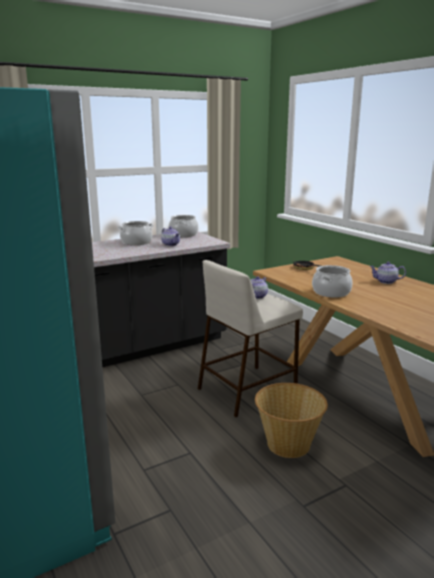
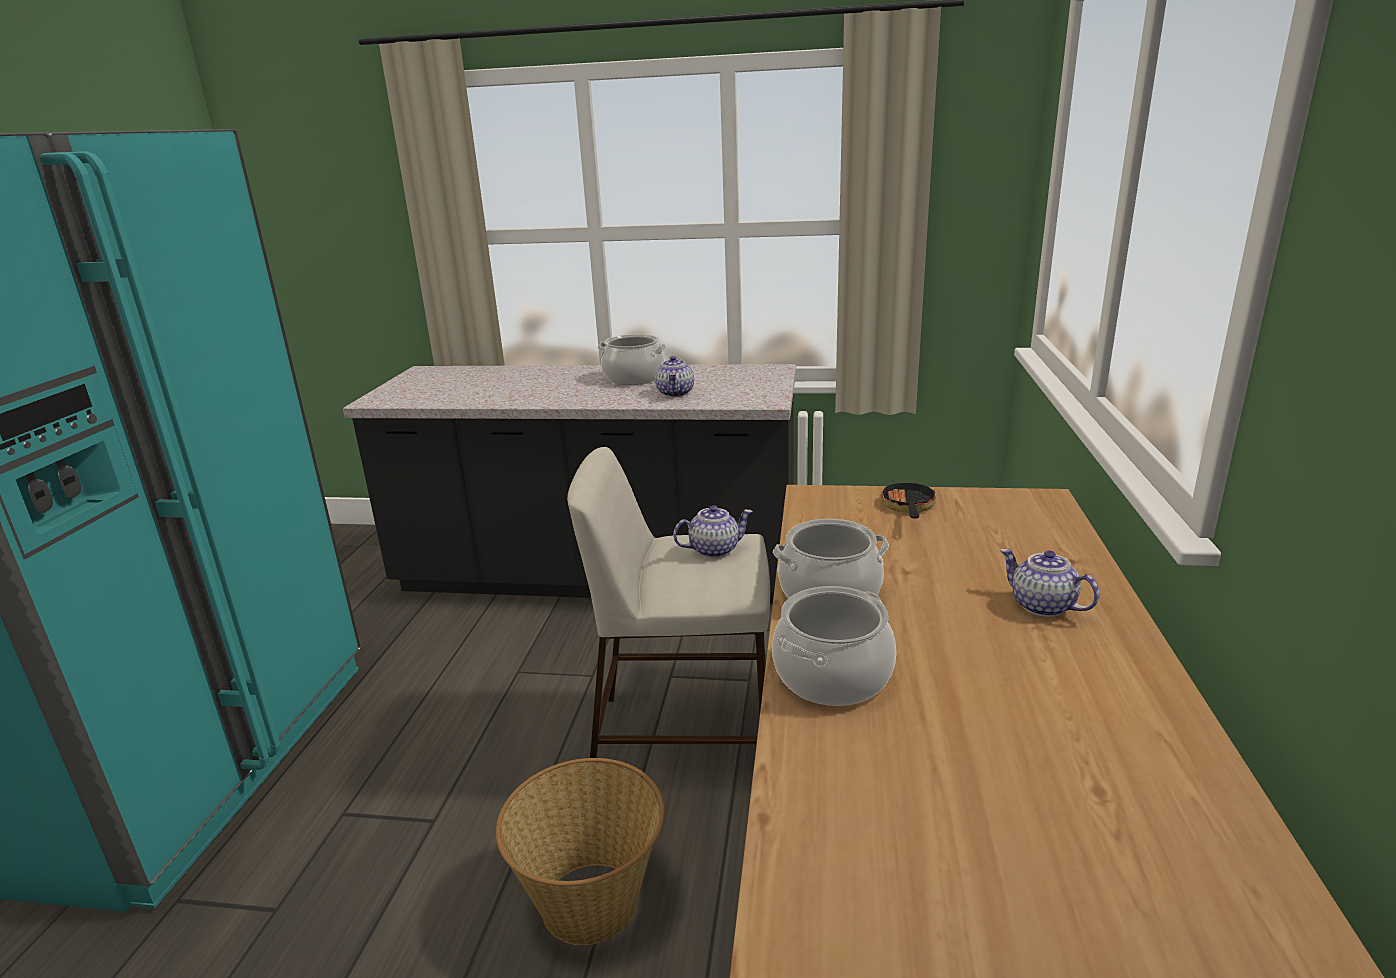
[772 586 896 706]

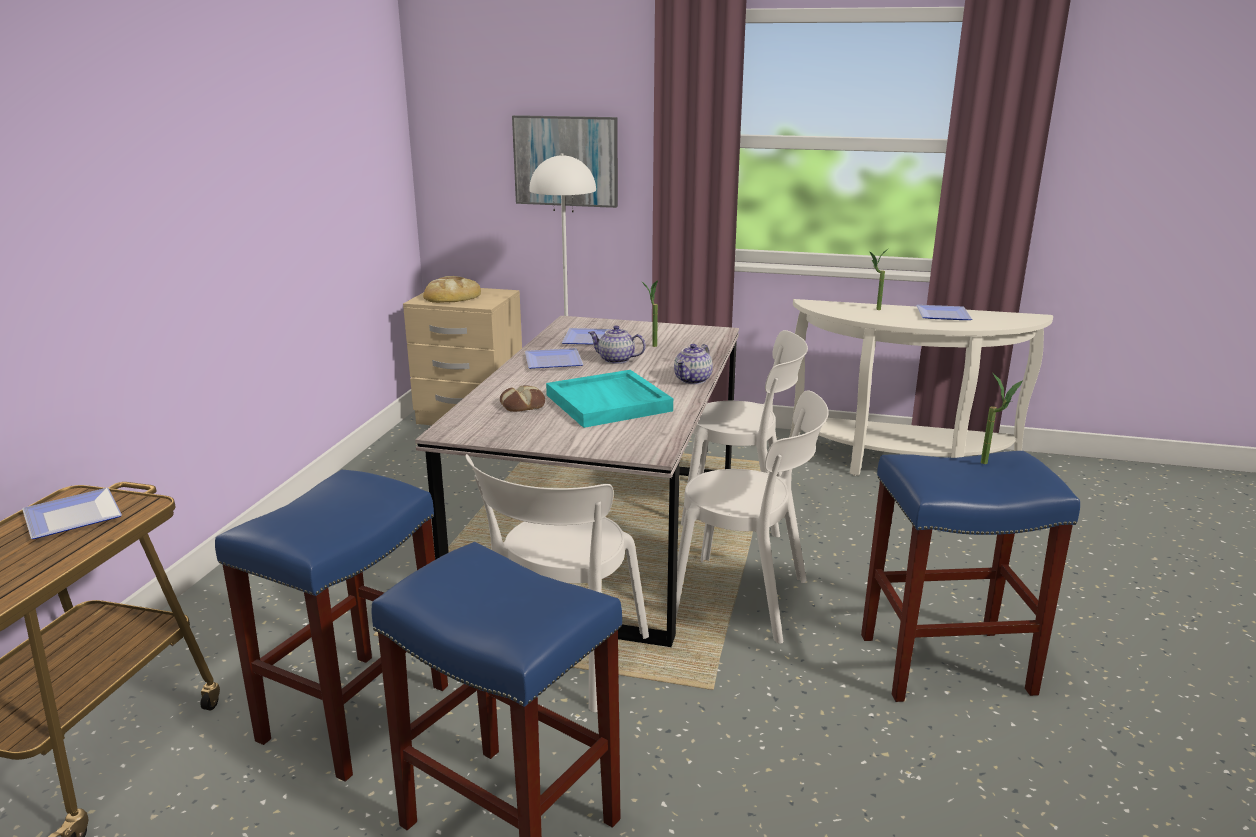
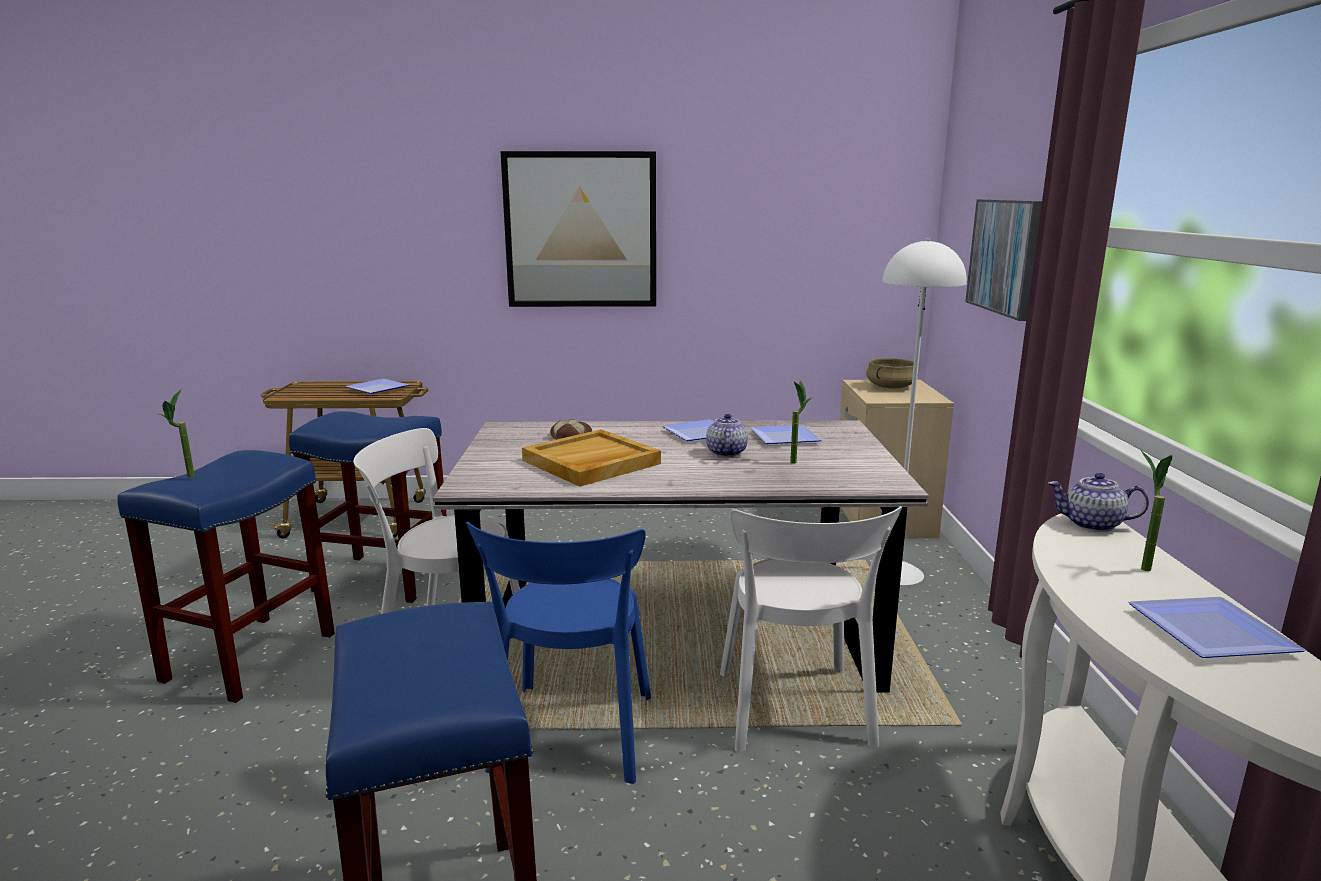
[156 390 195 478]
[466 521 651 784]
[501 151 656 307]
[522 429 661 487]
[866 358 918 389]
[1048 473 1149 532]

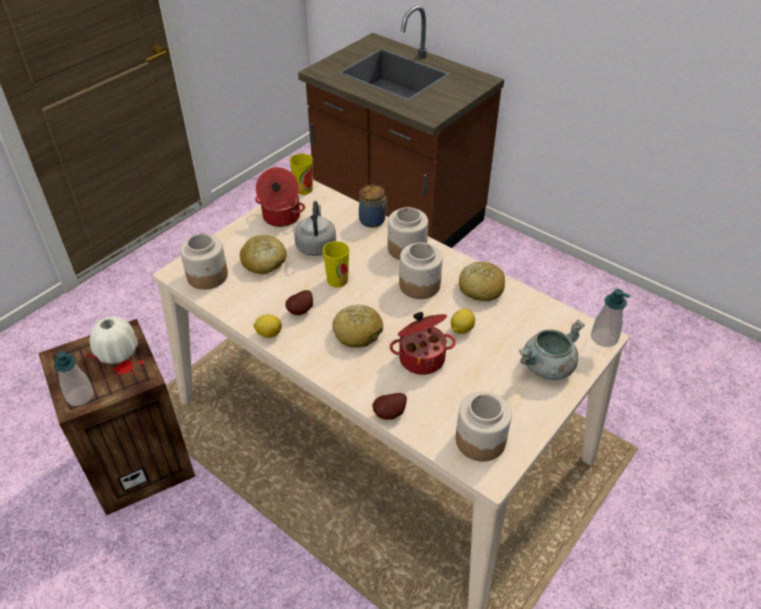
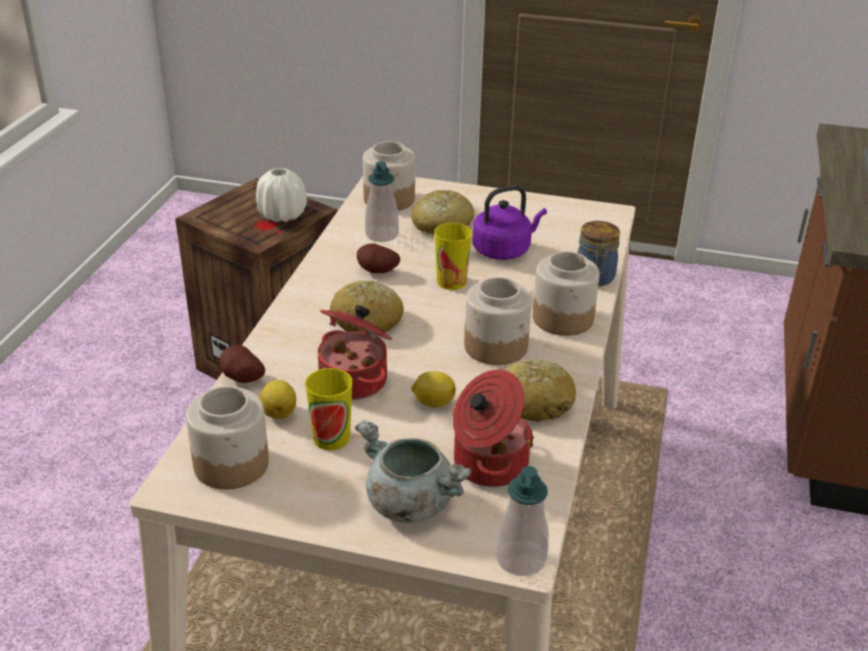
[260 380 296 419]
[305 368 353 450]
[365 161 399 242]
[453 370 534 487]
[472 185 547 260]

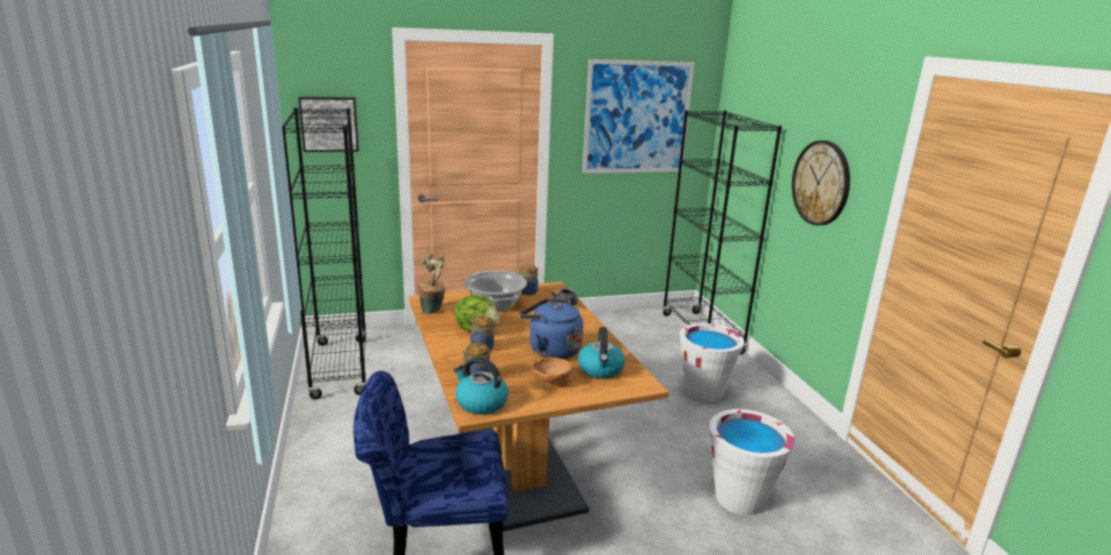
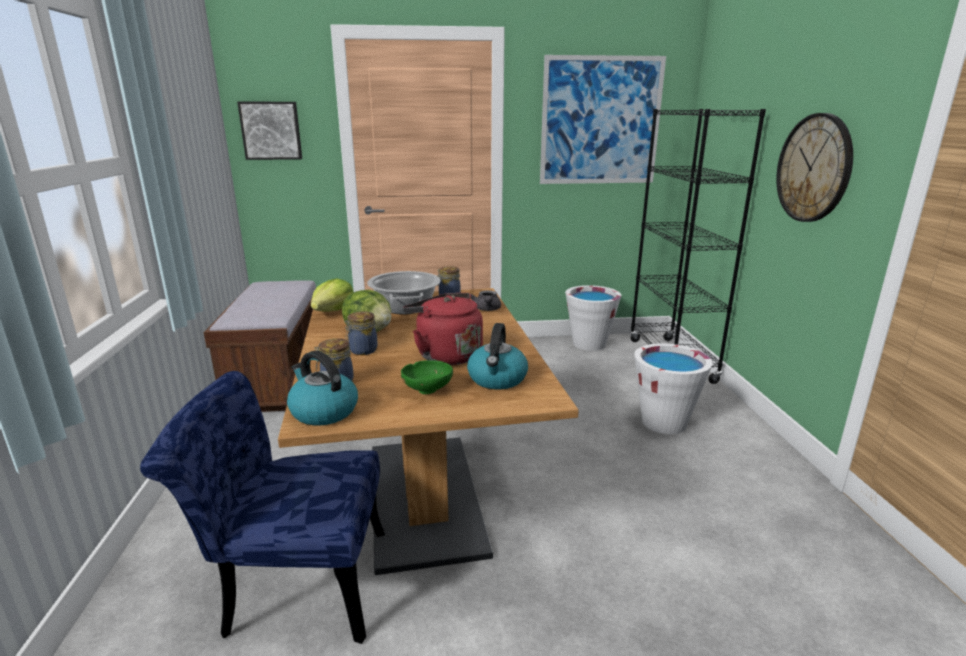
[204 280 316 412]
[311 278 354 312]
[401 360 453 394]
[403 293 483 365]
[565 285 621 351]

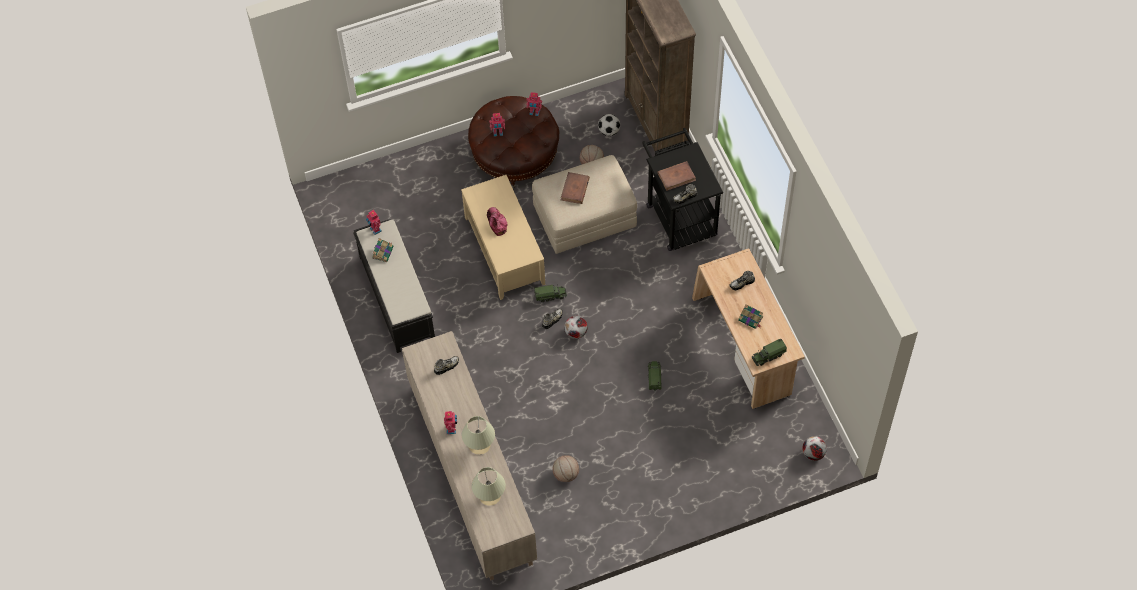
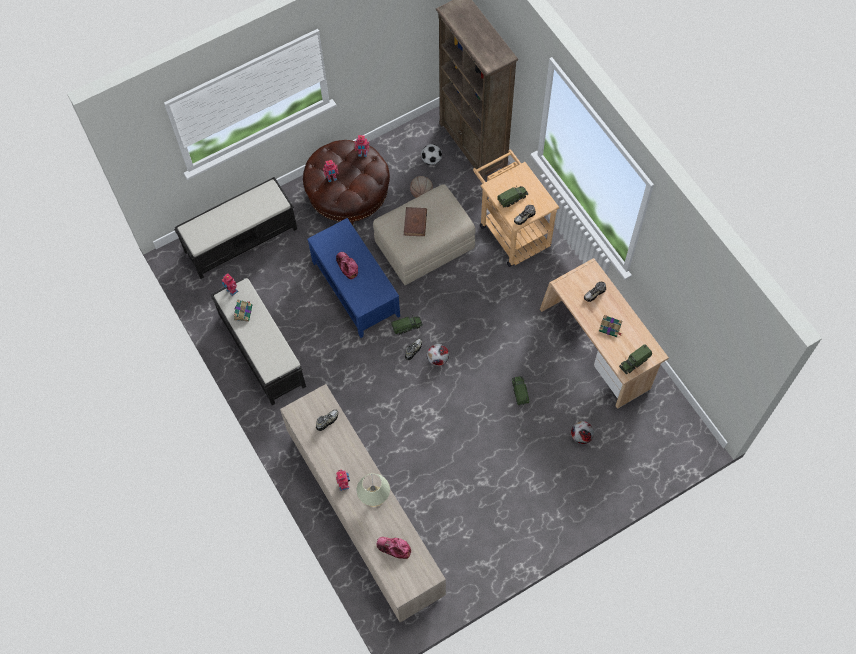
[174 177 297 279]
[307 218 400 338]
[377 537 411 559]
[473 149 559 267]
[497 186 528 207]
[571 421 594 444]
[553 455 579 482] (first image)

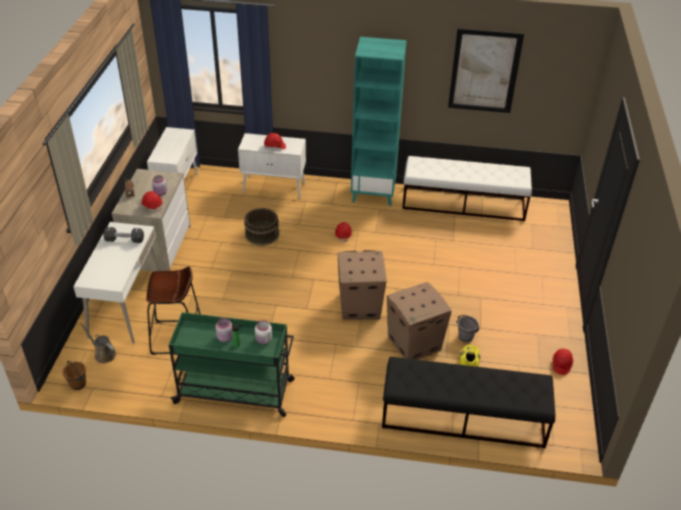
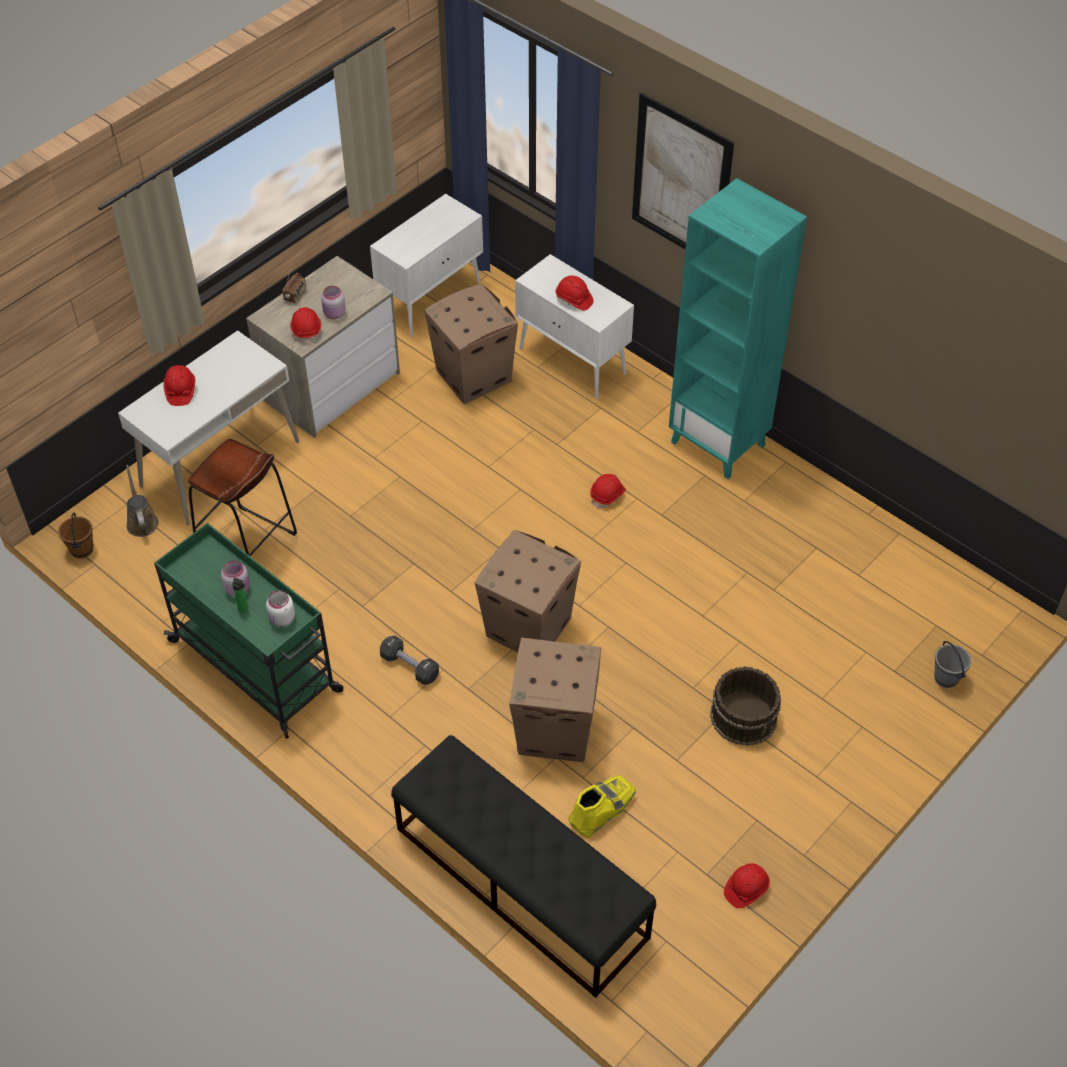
[163 365 195 406]
[380 636 439 685]
[424 284 518 404]
[632 93 734 249]
[710 666 781 746]
[934 641 971 688]
[402 156 532 221] (first image)

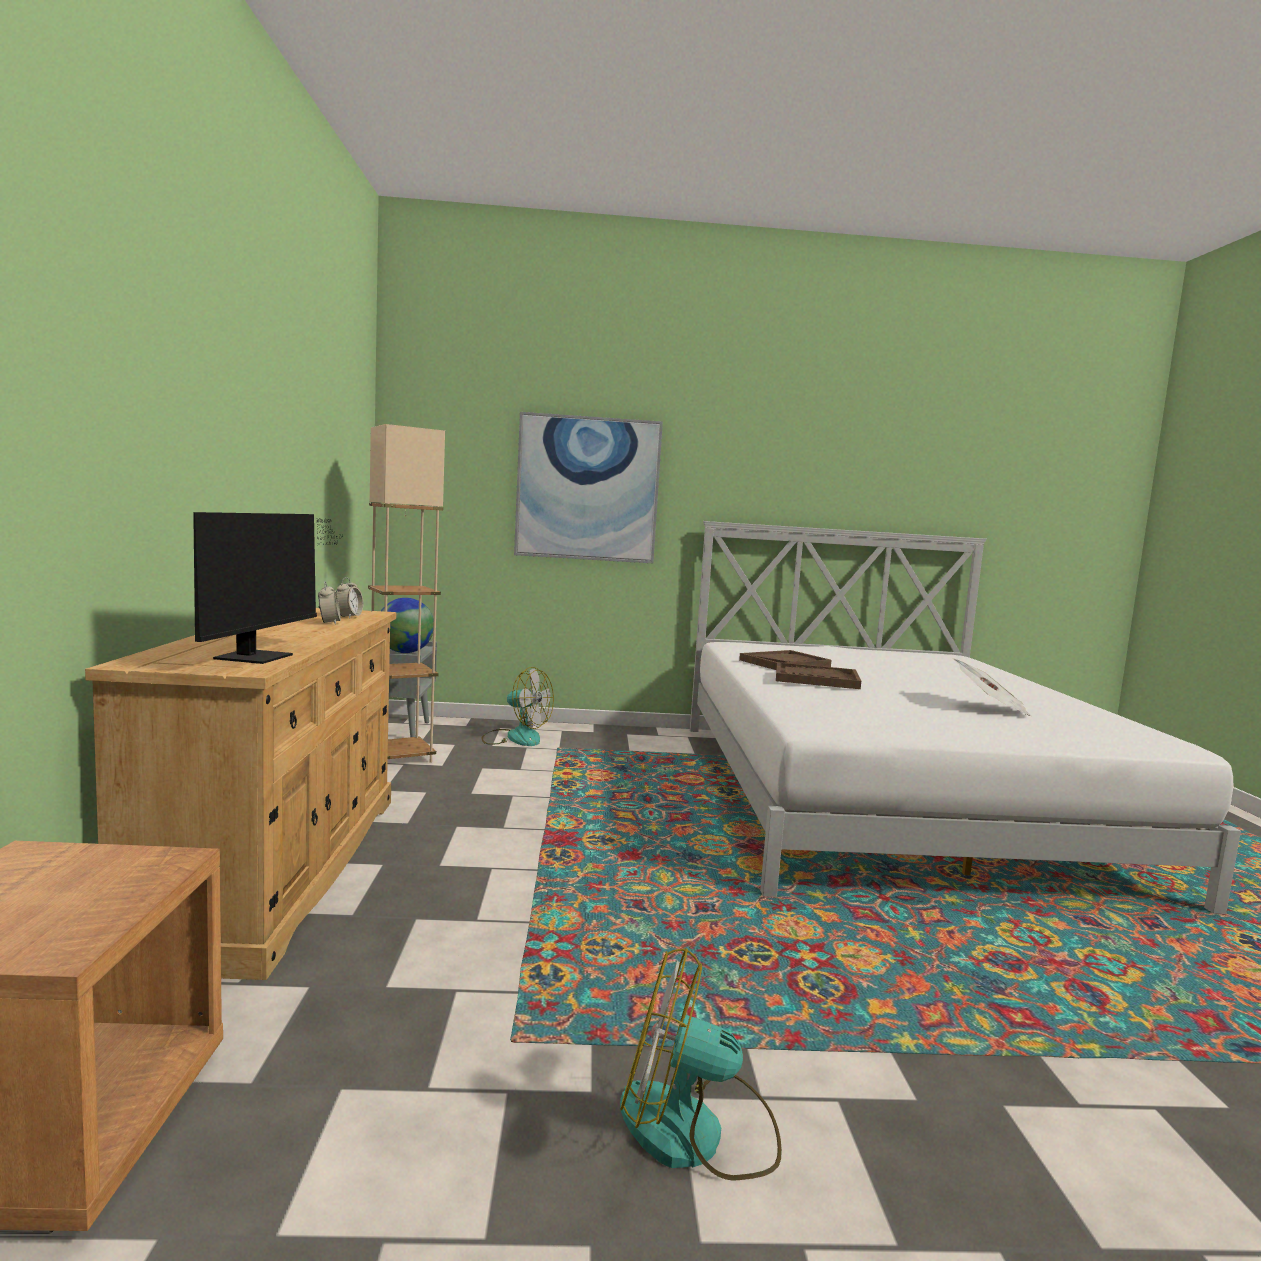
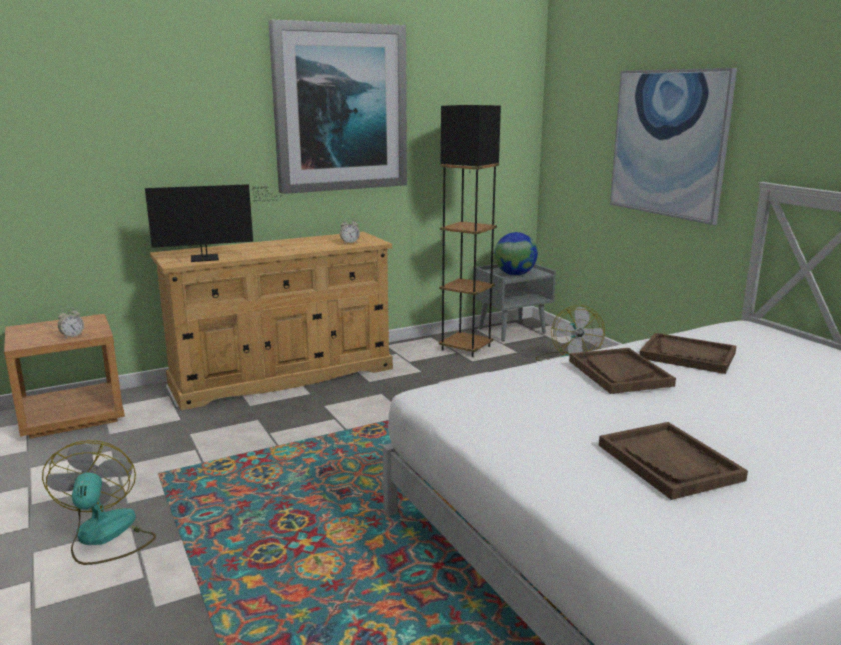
[58 307 84 338]
[268 19 407 194]
[439 105 501 357]
[599 422 748 500]

